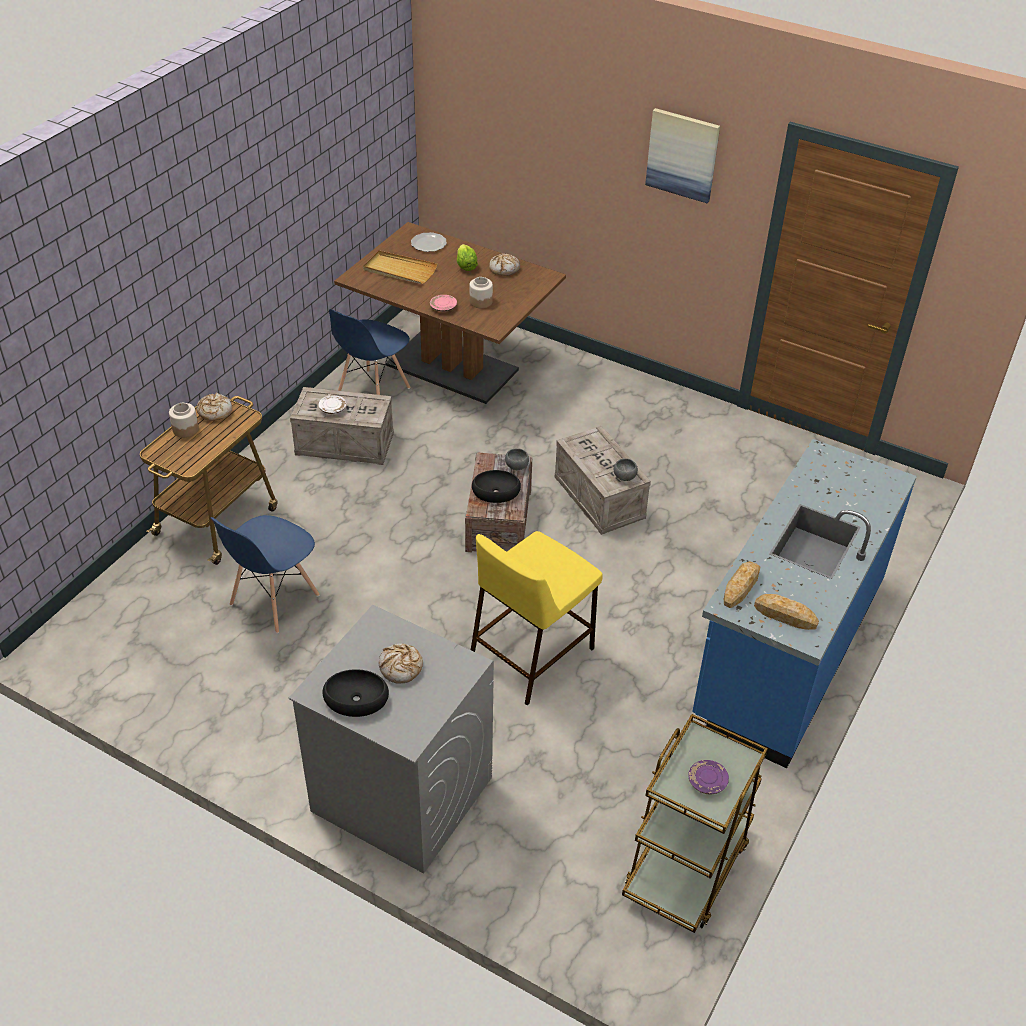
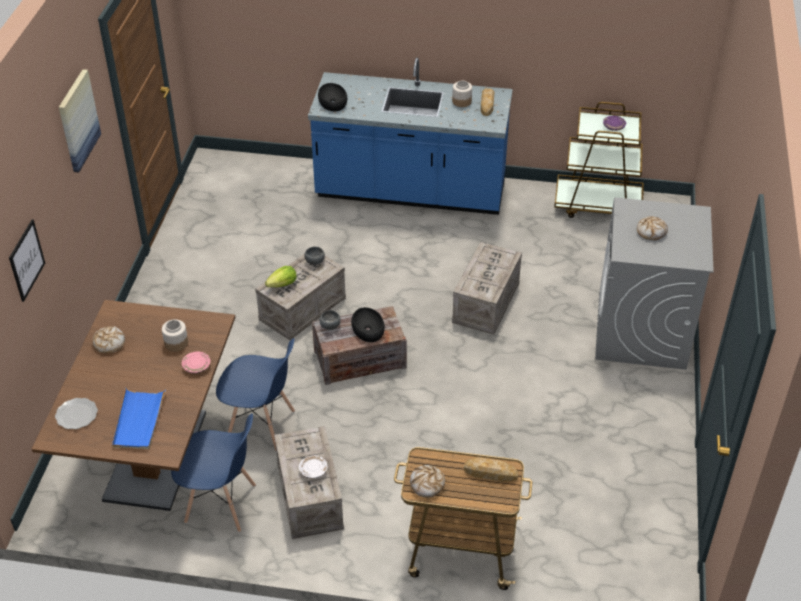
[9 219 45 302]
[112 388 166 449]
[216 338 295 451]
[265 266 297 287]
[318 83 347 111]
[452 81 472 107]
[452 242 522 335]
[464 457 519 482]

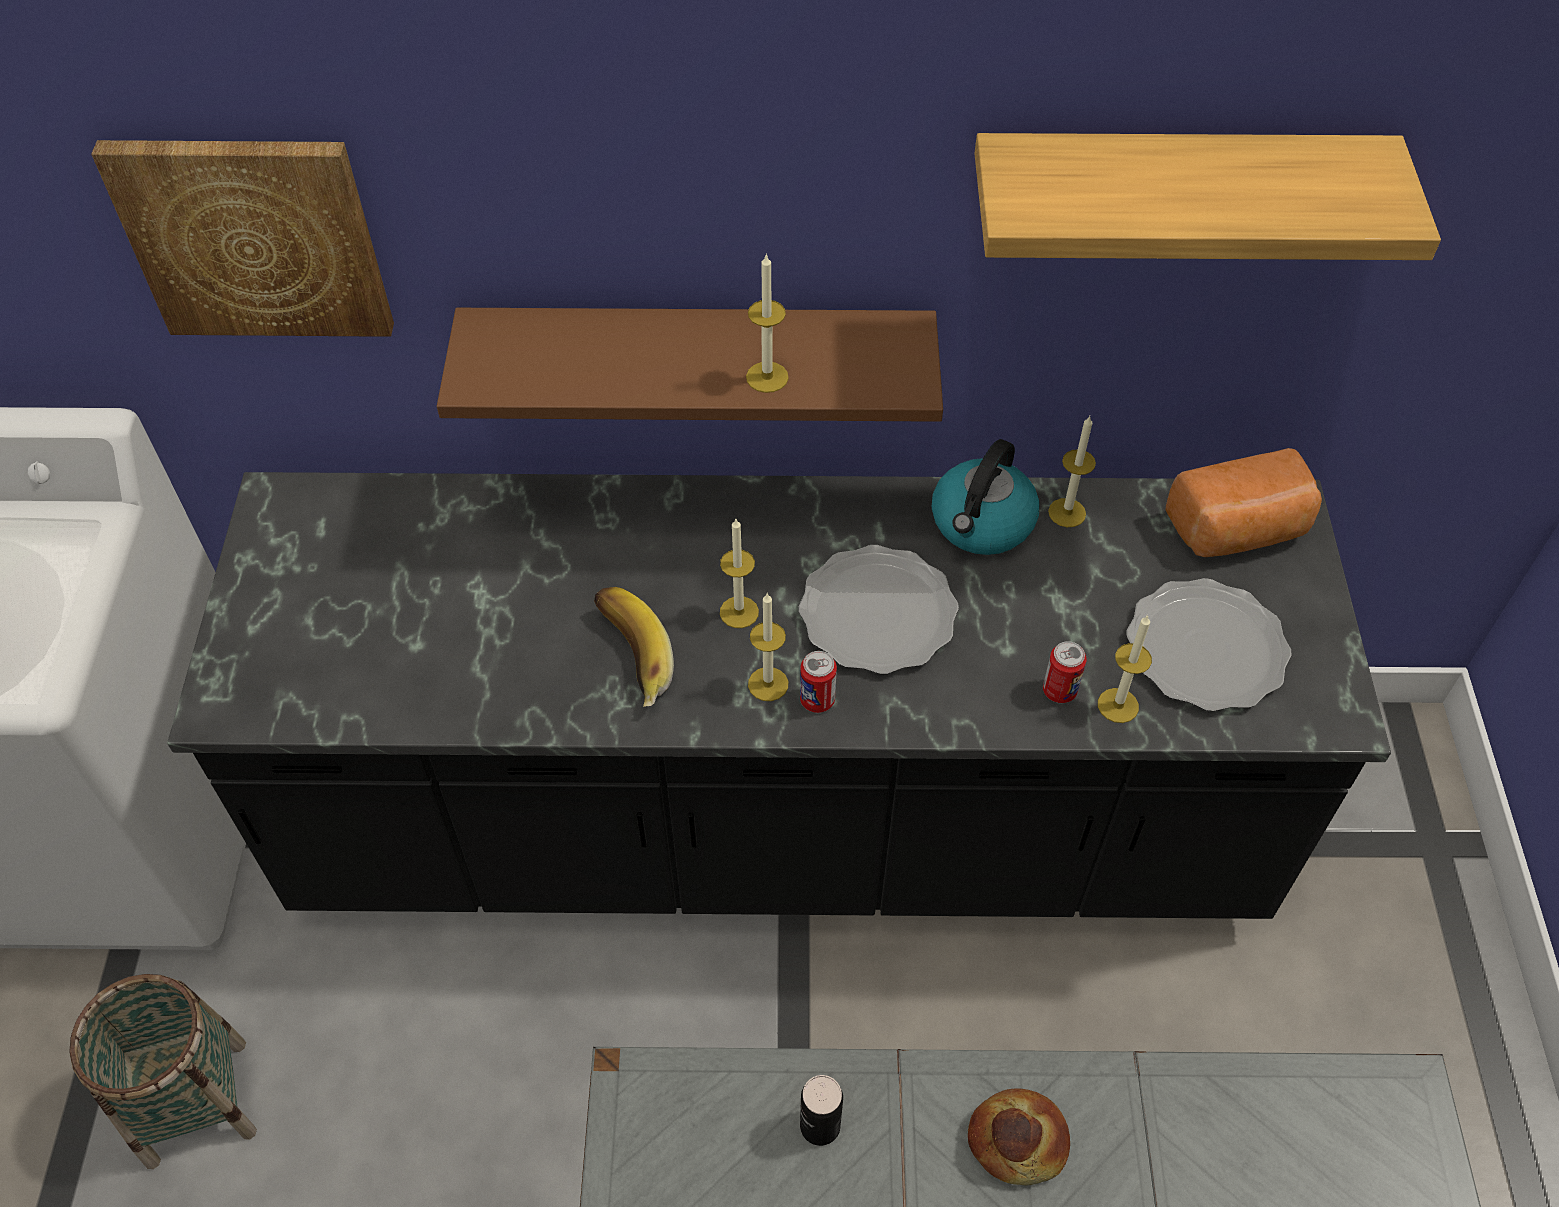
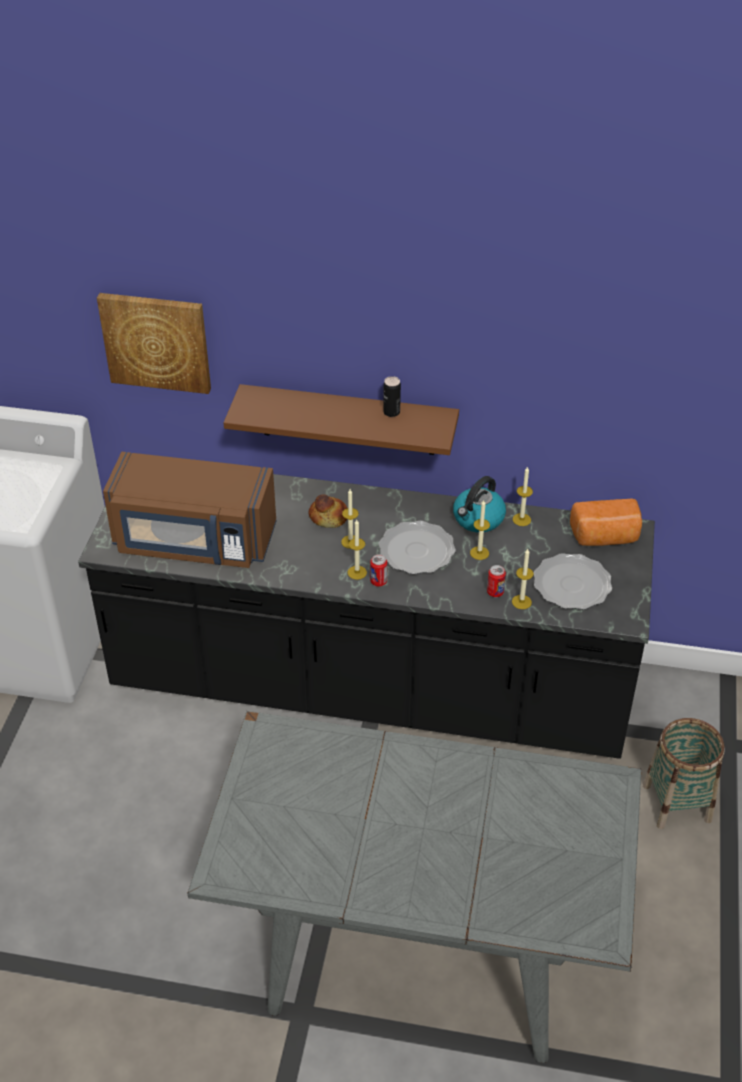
[103 452 276 568]
[309 495 347 528]
[383 376 401 417]
[470 500 490 560]
[643 718 725 829]
[594 587 674 707] (first image)
[974 133 1441 260] (first image)

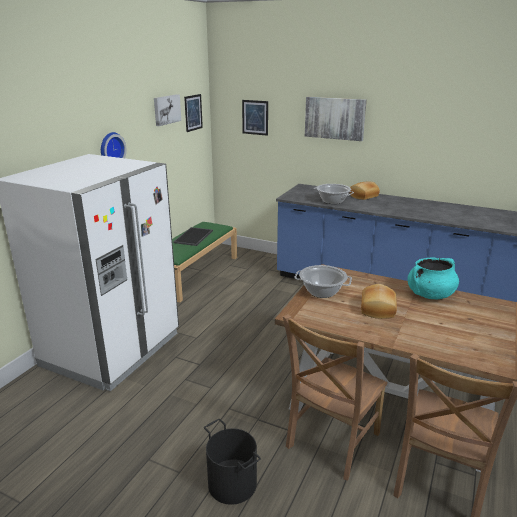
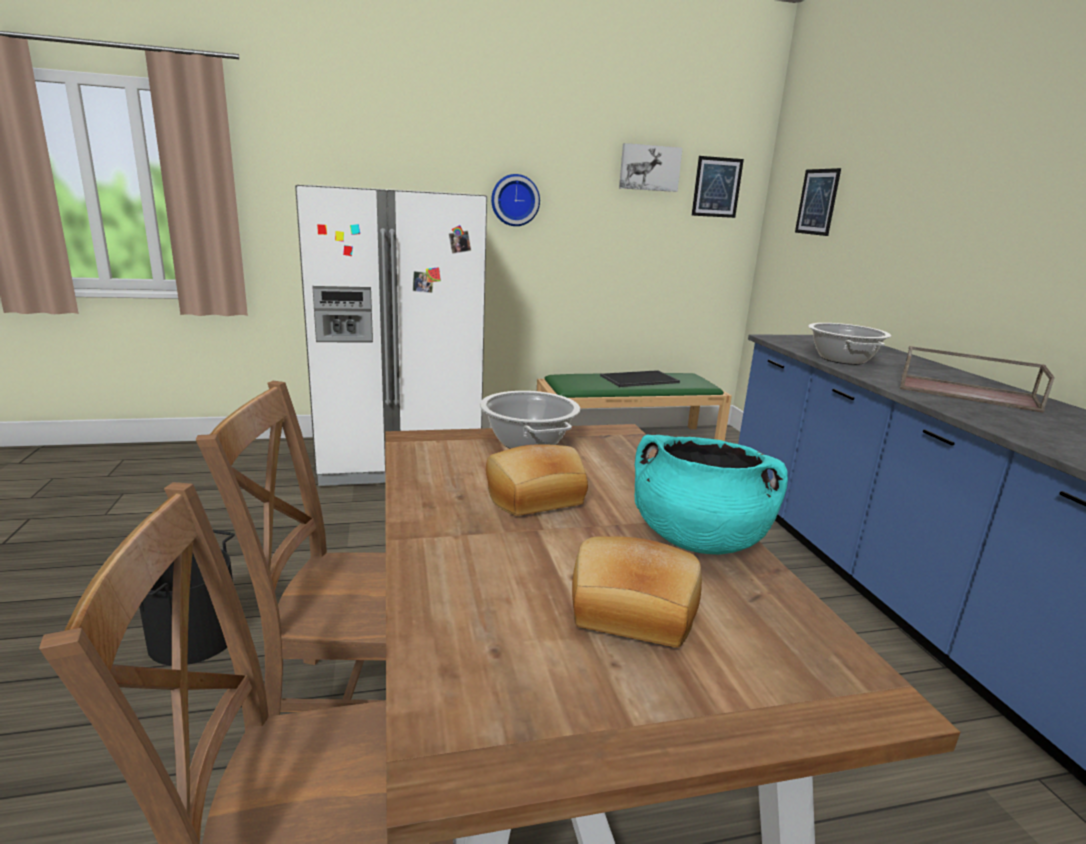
[572 536 702 648]
[900 346 1055 413]
[305 97 367 141] (first image)

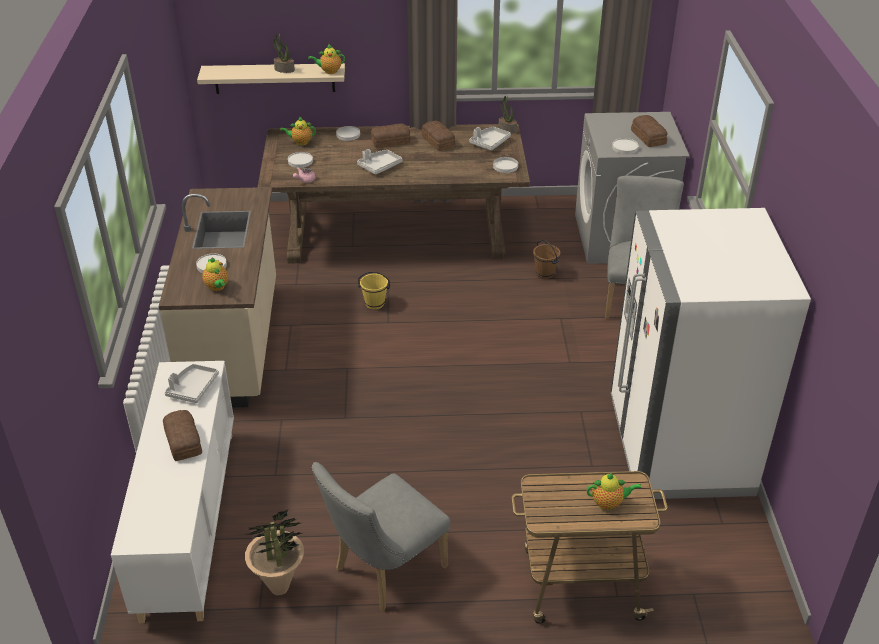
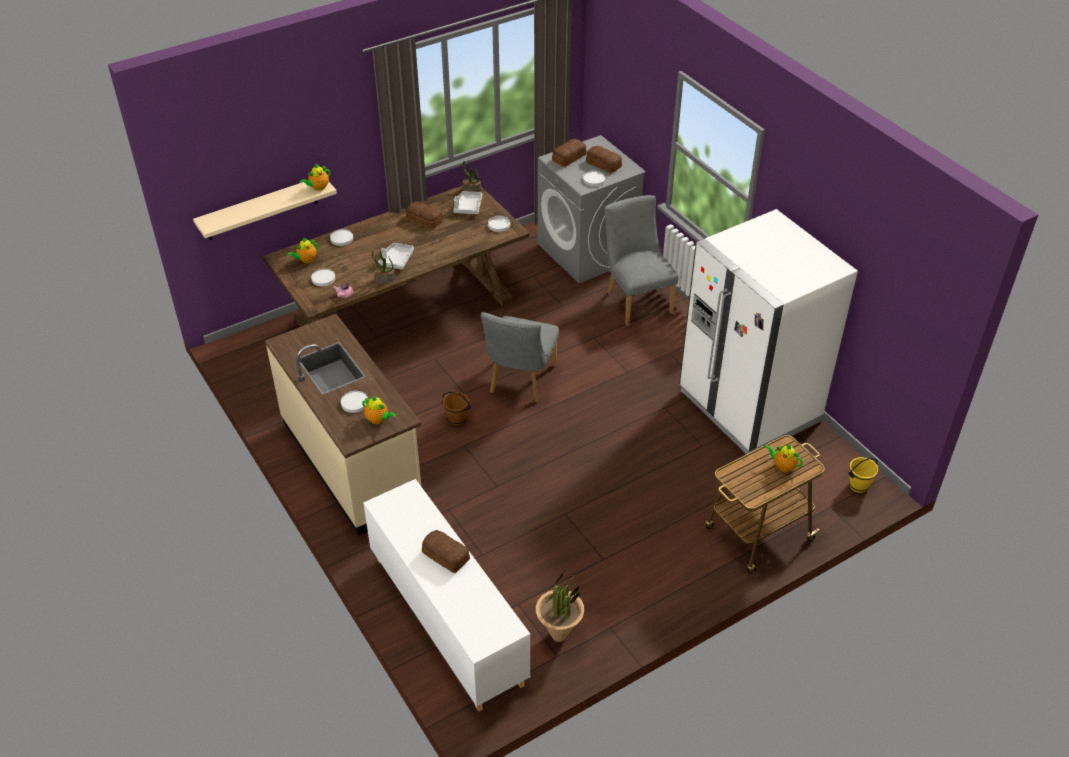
[372 250 395 283]
[442 392 471 426]
[481 312 559 402]
[552 139 587 167]
[764 444 803 472]
[848 457 878 493]
[164 364 219 403] (first image)

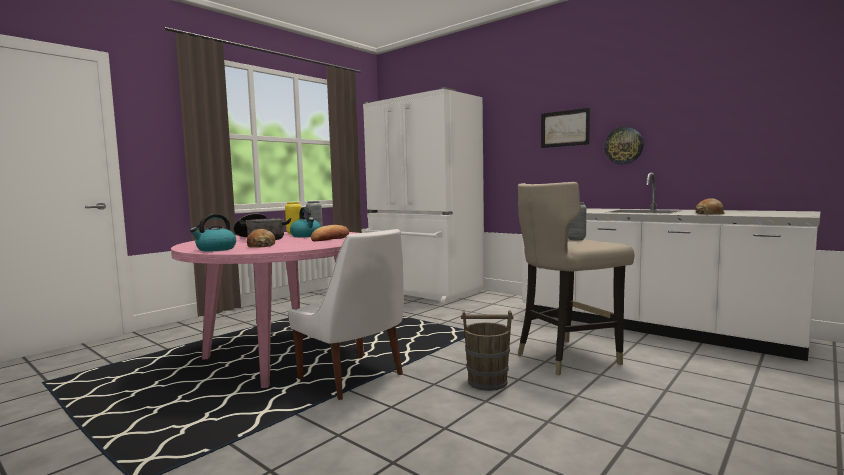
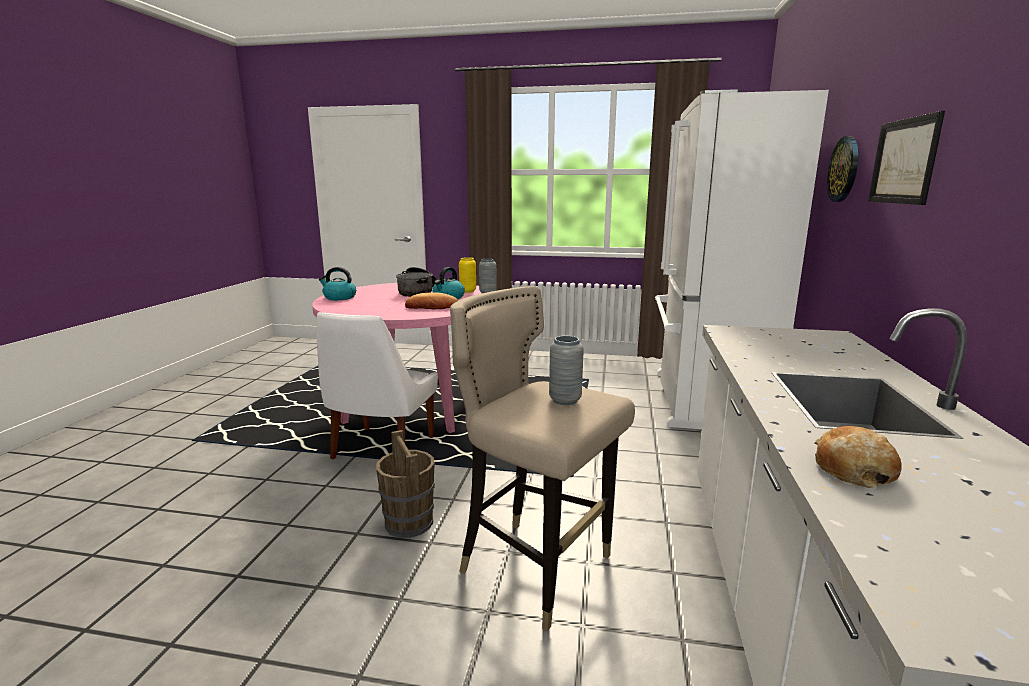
[827 136 859 202]
[247 229 275 248] (first image)

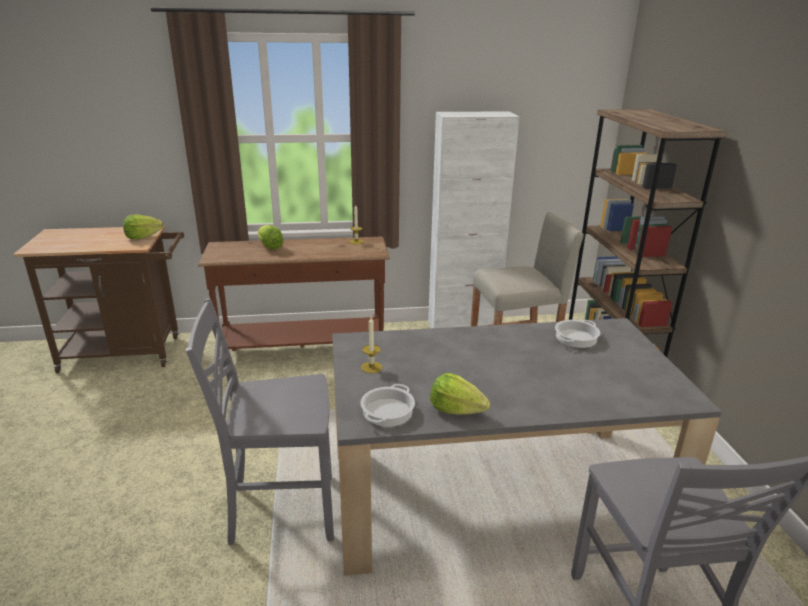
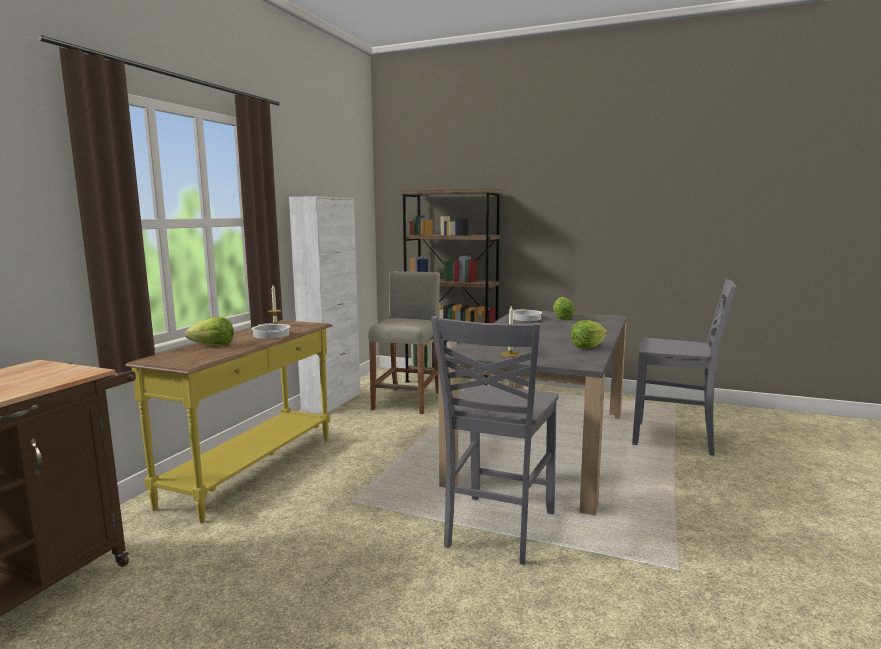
[125 320 333 523]
[251 323 290 339]
[553 297 574 320]

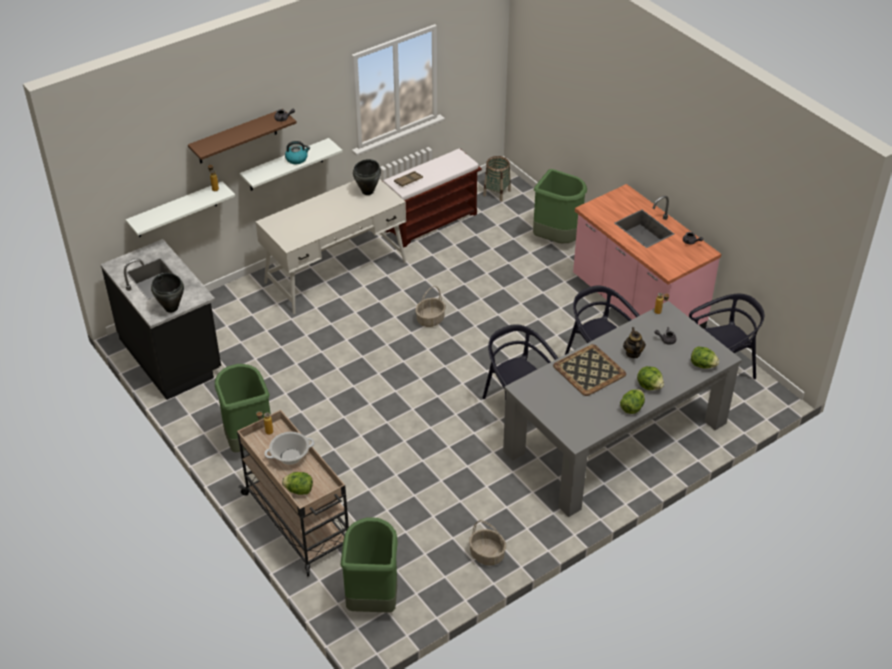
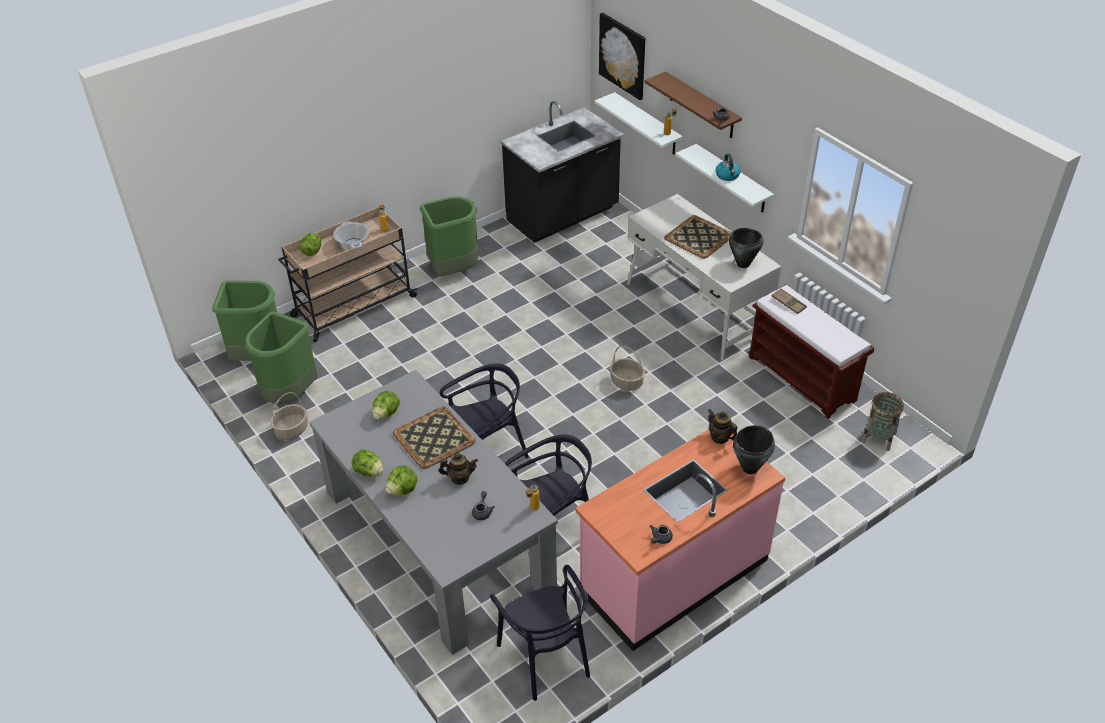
[245 311 317 404]
[372 391 400 420]
[599 13 645 100]
[664 215 732 259]
[708 409 737 444]
[733 425 775 474]

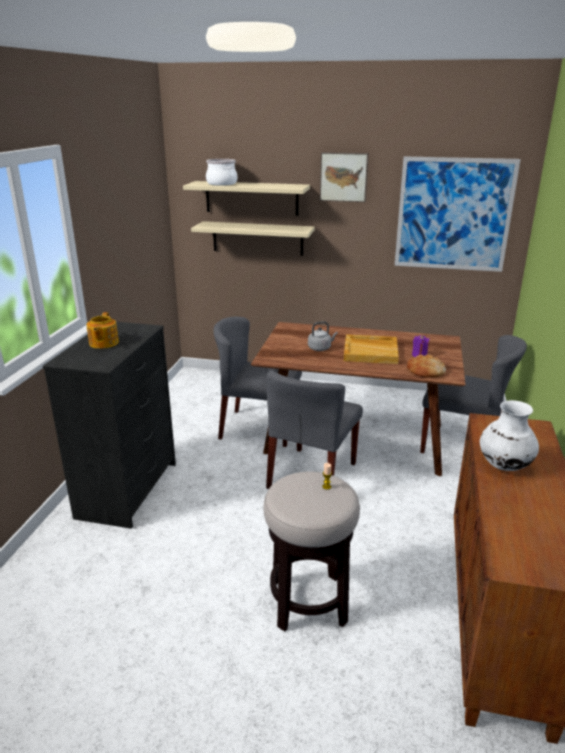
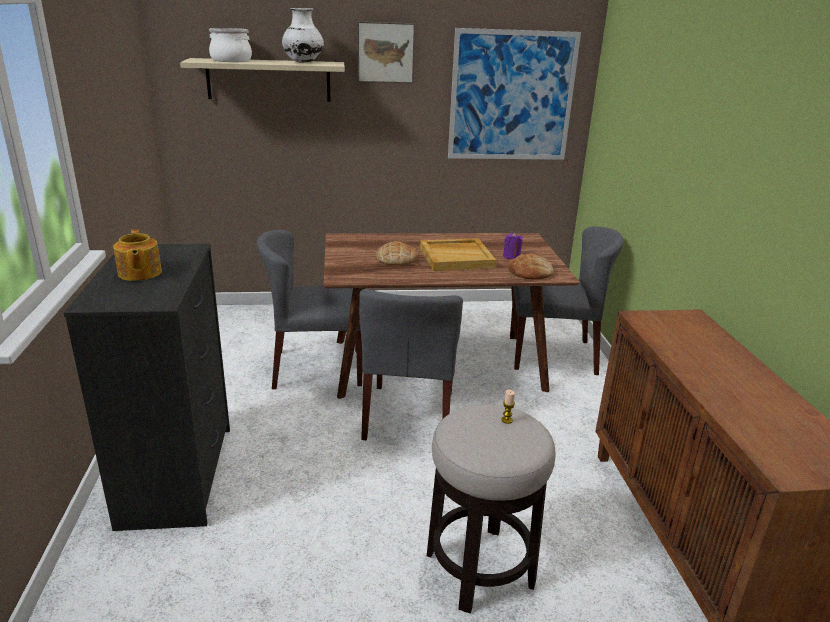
[282 8 324 63]
[376 241 419 265]
[191 221 315 256] (first image)

